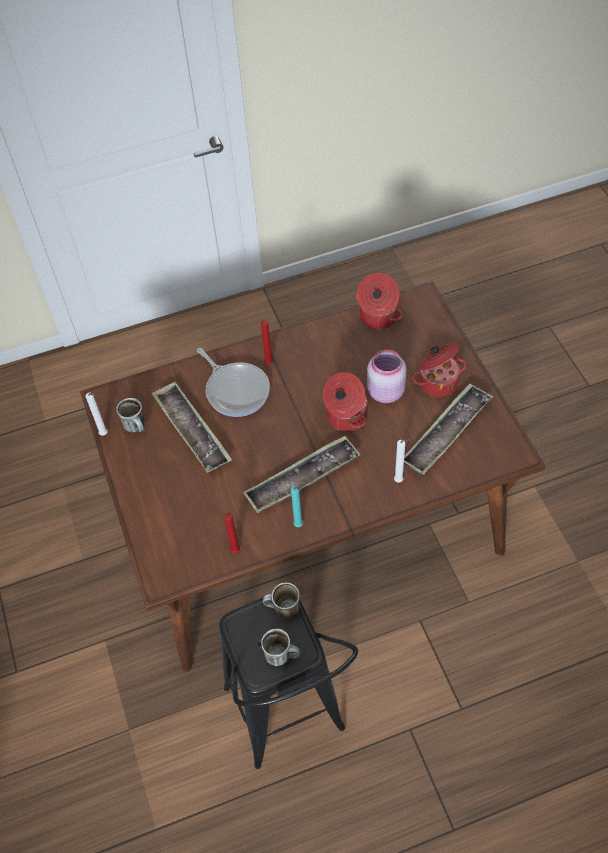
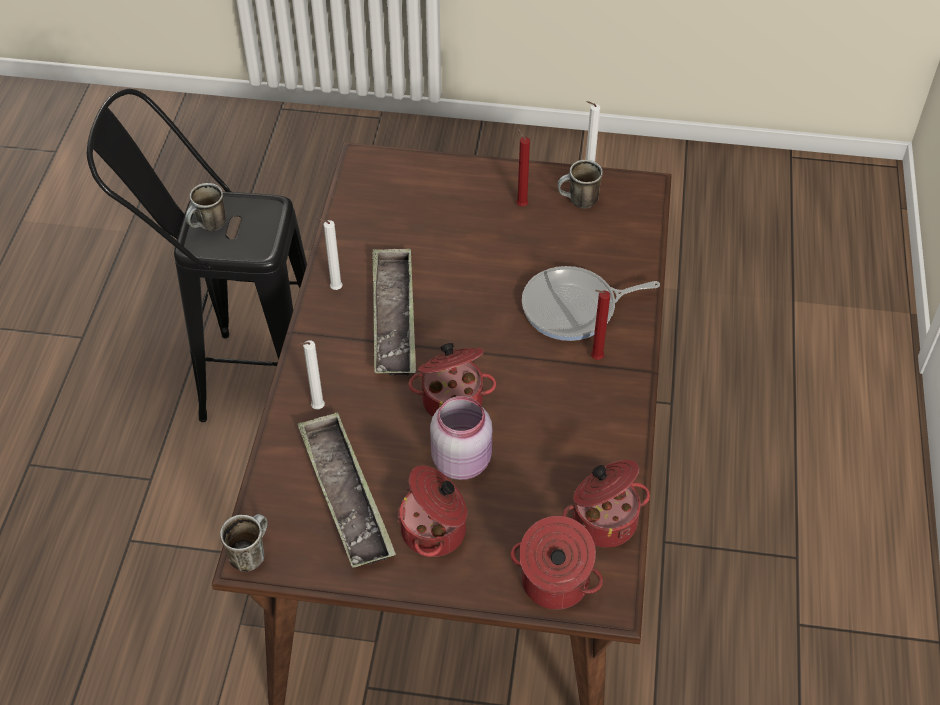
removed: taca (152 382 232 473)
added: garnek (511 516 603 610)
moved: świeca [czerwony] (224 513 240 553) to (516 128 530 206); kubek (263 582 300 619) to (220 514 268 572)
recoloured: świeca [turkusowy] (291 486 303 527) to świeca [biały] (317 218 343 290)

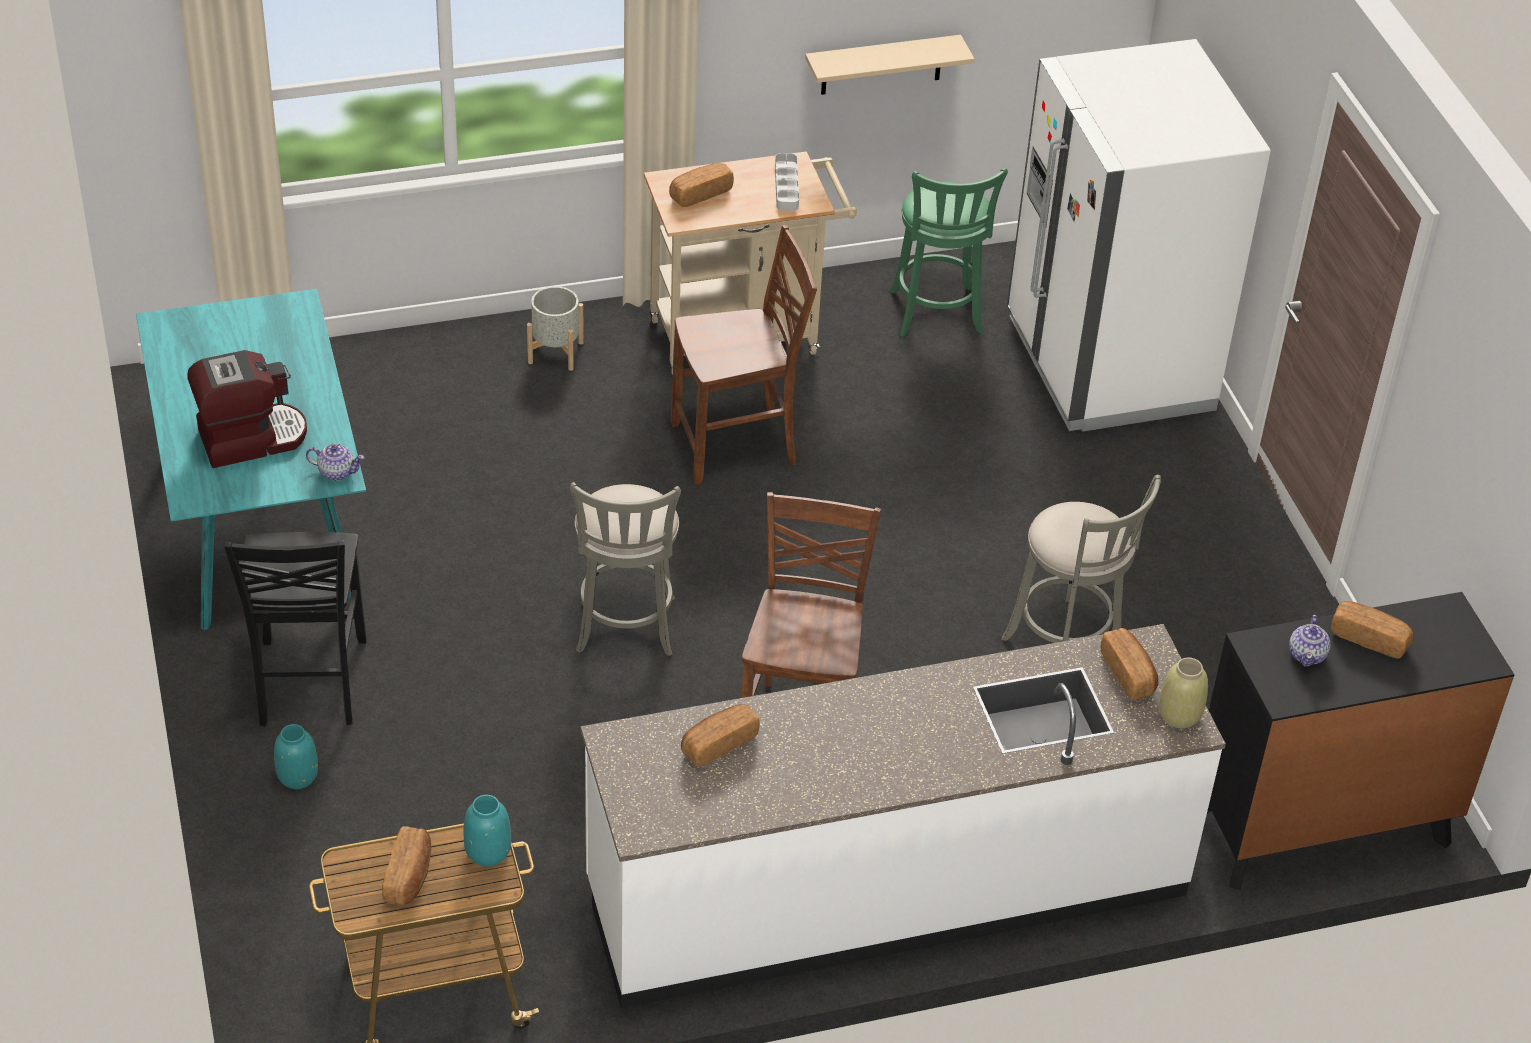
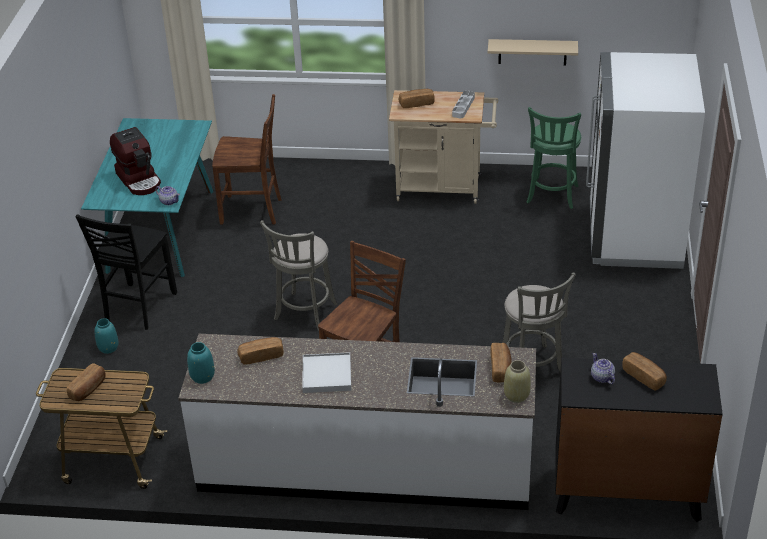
removed: donica [szary] (527 286 584 371)
added: taca [biały] (302 352 351 393)
moved: wazon [turkusowy] (464 795 511 867) to (187 342 215 384); krzesło [brązowy] (671 225 817 485) to (212 94 282 225)
turned: ekspres do kawy (187 350 307 468) = (110 127 161 195) 60 degrees clockwise; imbryk (1289 615 1331 667) = (591 353 615 384) 120 degrees clockwise

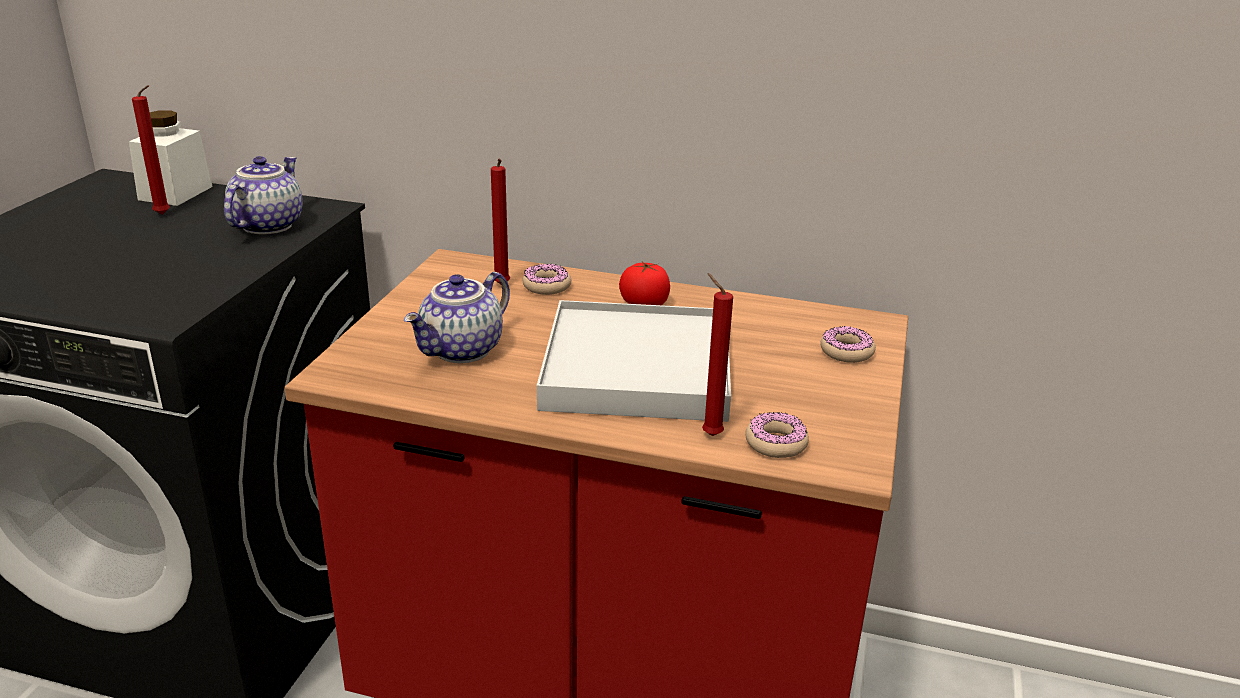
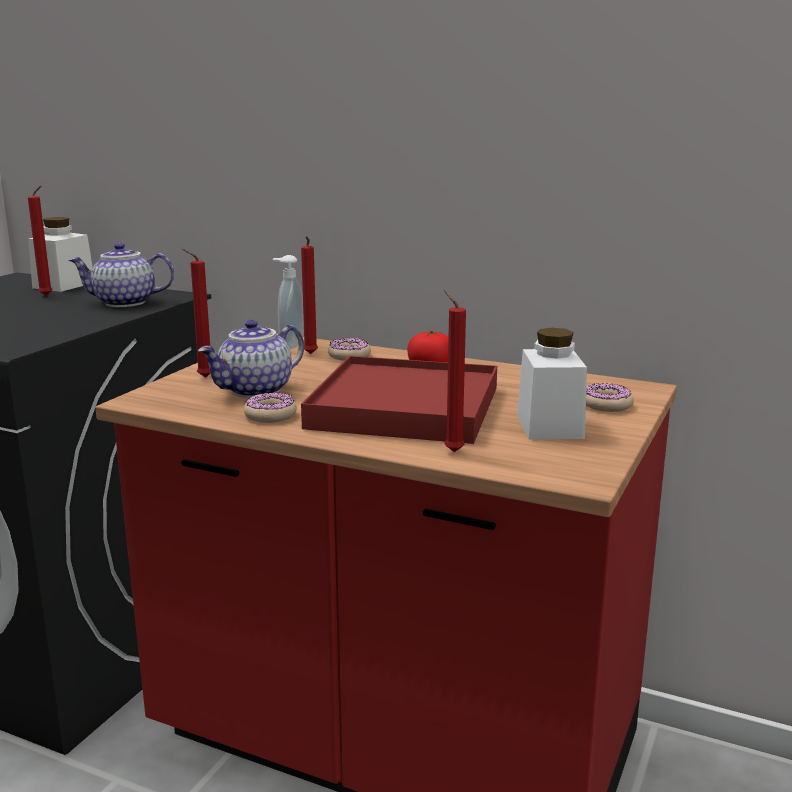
added: świeca [czerwony] (182 249 210 378); dozownik mydła (273 255 304 349); słoik [biały] (517 328 587 440)
moved: donut (745 412 809 458) to (244 392 297 423)
recoloured: taca [biały] (537 300 731 422) to taca [czerwony] (301 356 497 444)
turned: imbryk (224 156 303 235) = (69 243 174 307) 120 degrees counterclockwise

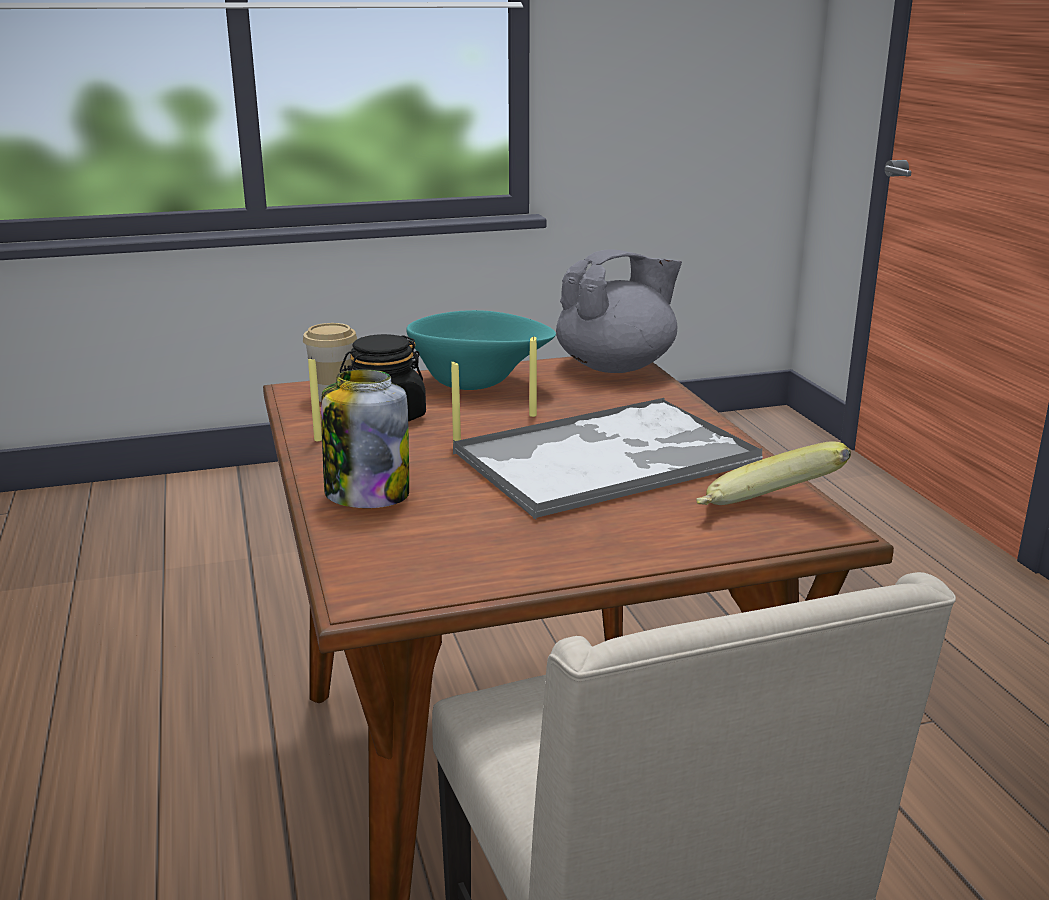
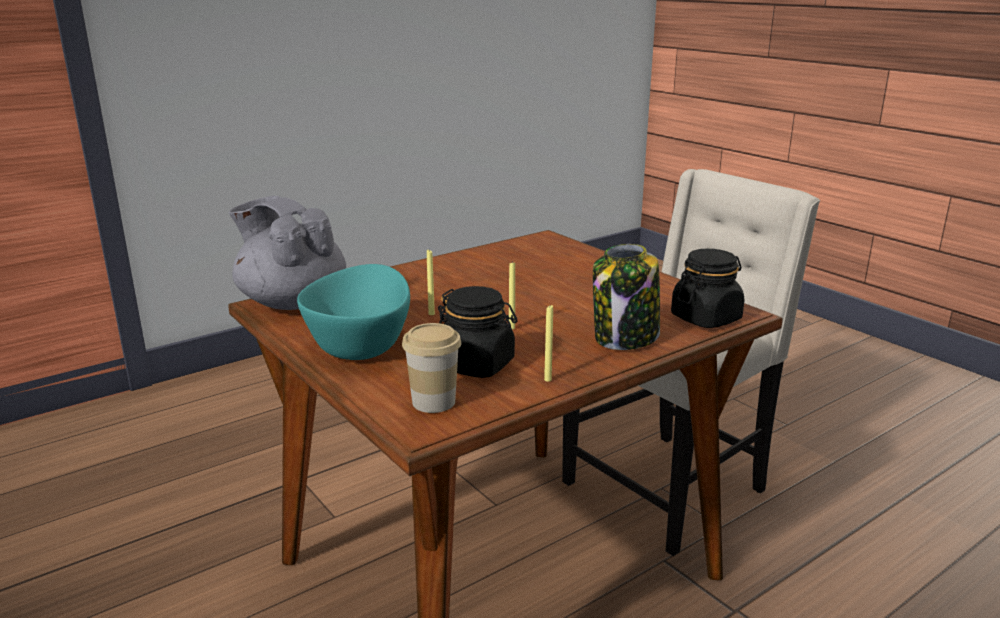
removed: taca (453 398 763 519); banan (696 441 851 505)
added: słoik [czarny] (671 249 744 328)

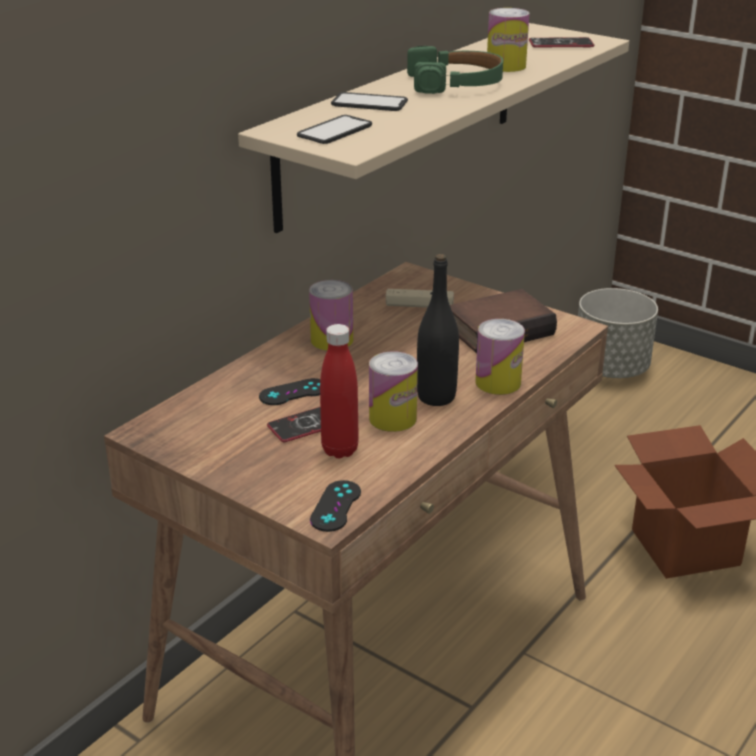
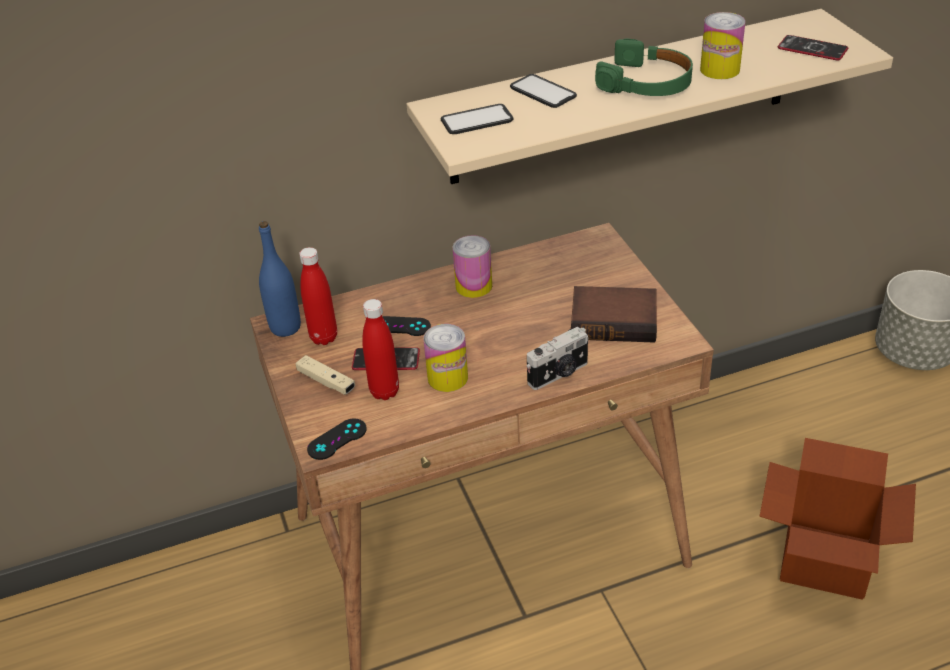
removed: butelka [czarny] (417 254 459 406)
added: butelka [niebieski] (259 221 301 337); butelka [czerwony] (299 247 337 345)
moved: pad do gier [beżowy] (386 289 454 308) to (296 355 355 395)
replaced: puszka (475 319 525 395) to aparat fotograficzny (526 327 589 390)

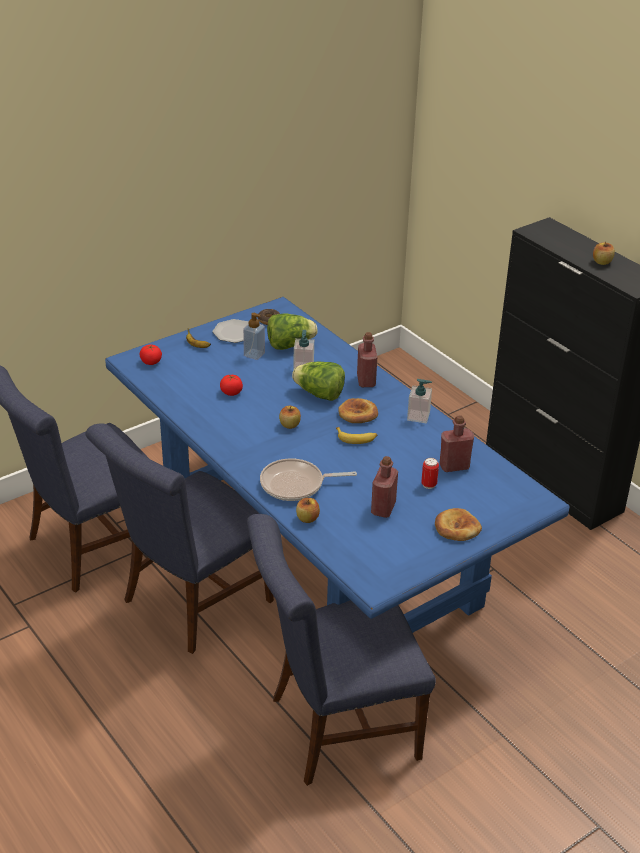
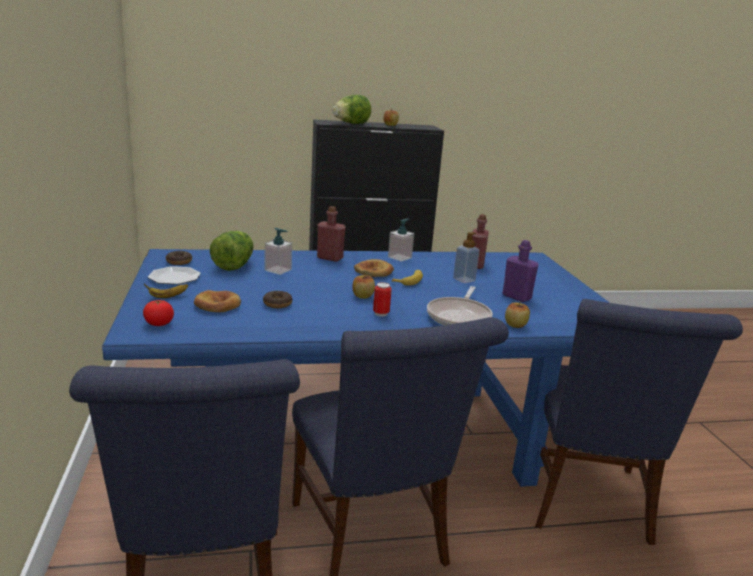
moved: dozownik mydła (243 313 265 360) to (453 232 480 283); sałata (292 362 345 401) to (332 95 371 124); puszka (421 458 439 489) to (373 282 392 316); chleb (435 508 482 541) to (194 290 241 312)
replaced: pomidor (220 375 243 396) to donut (263 291 292 308)
recoloured: butelka [czerwony] (371 456 398 518) to butelka [fioletowy] (503 240 539 302)

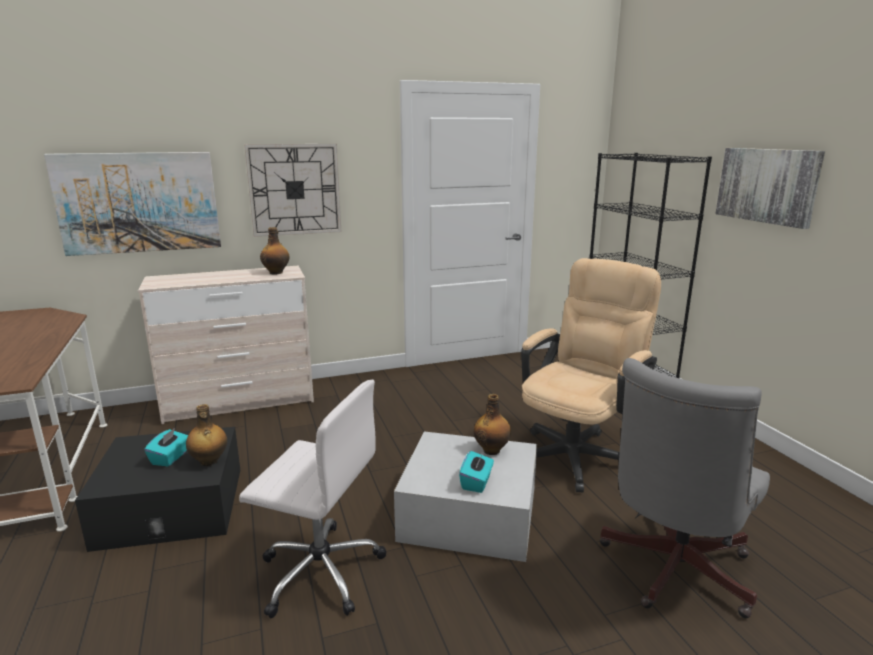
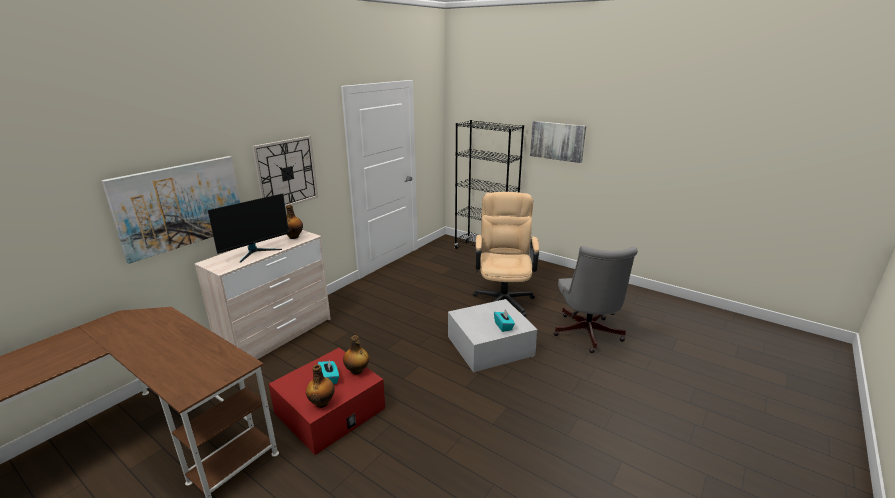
removed: krzesło biurowe [biały] (239 380 386 618)
added: monitor (208 193 289 263)
moved: butelka (474 394 511 455) to (306 364 334 408)
recoloured: pojemnik do przechowywania [czarny] (75 427 240 552) to pojemnik do przechowywania [czerwony] (269 348 385 455)

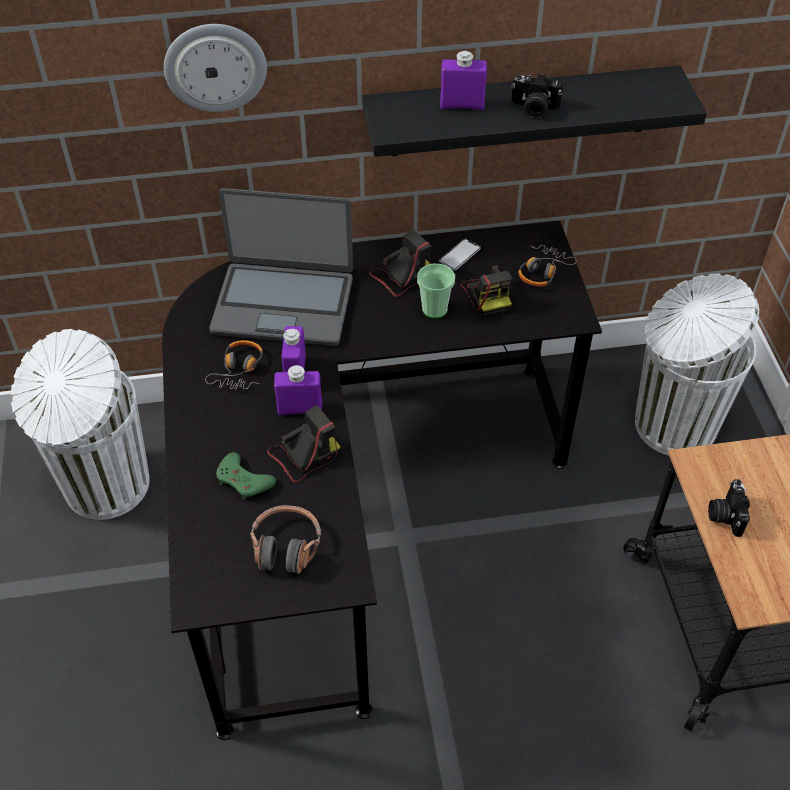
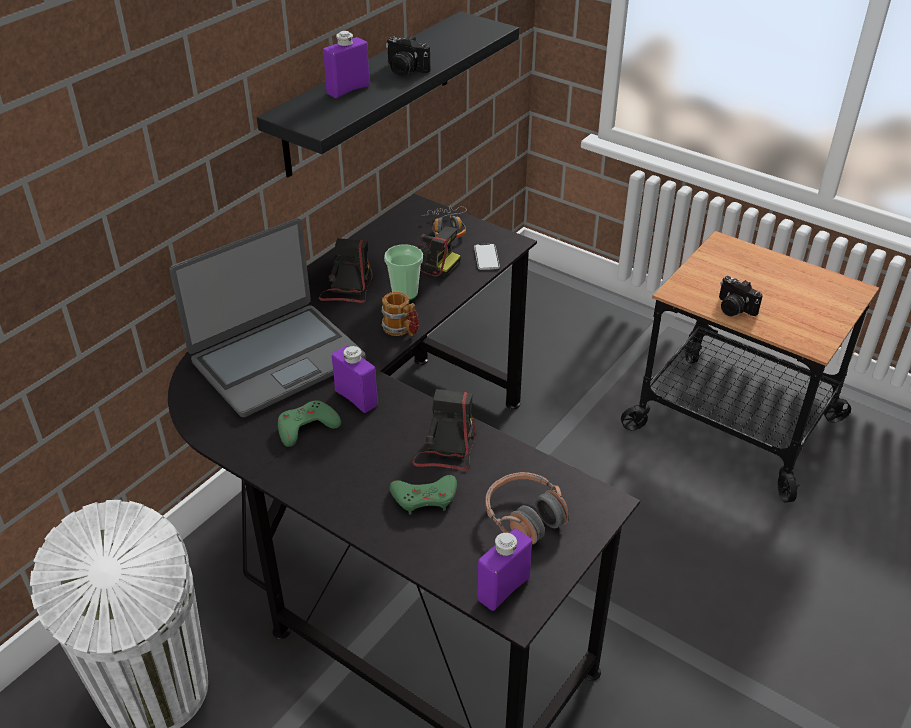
removed: zegar ścienny (164 24 267 112); kosz na śmieci [biały] (635 274 759 455)
added: kubek (381 292 419 336)
moved: butelka [fioletowy] (274 365 322 415) to (477 528 532 611); telefon (439 239 481 270) to (474 243 500 270)
replaced: słuchawki (205 340 263 389) to pad do gier [zielony] (278 401 341 447)
turned: aparat fotograficzny (511 73 563 118) = (386 36 430 76) 60 degrees clockwise

